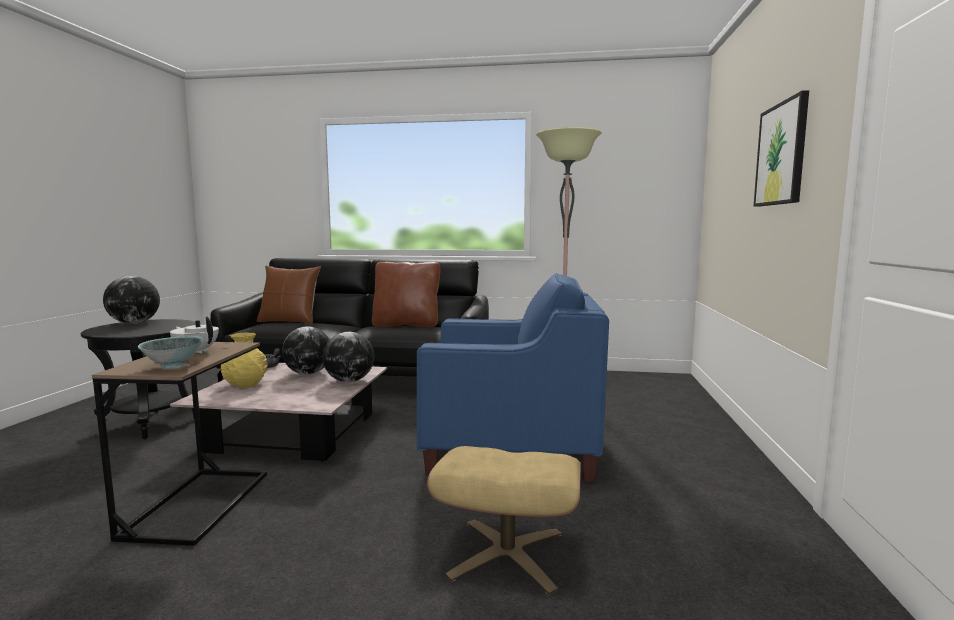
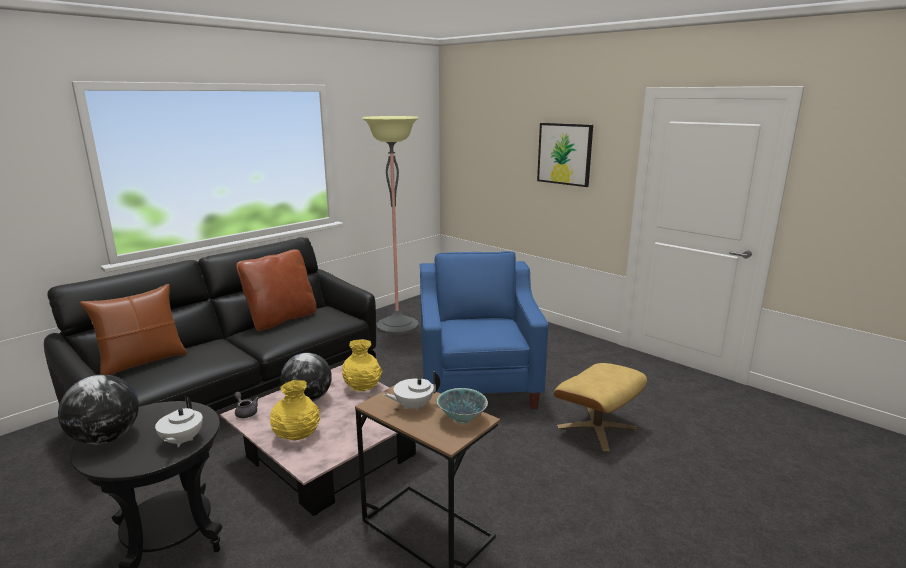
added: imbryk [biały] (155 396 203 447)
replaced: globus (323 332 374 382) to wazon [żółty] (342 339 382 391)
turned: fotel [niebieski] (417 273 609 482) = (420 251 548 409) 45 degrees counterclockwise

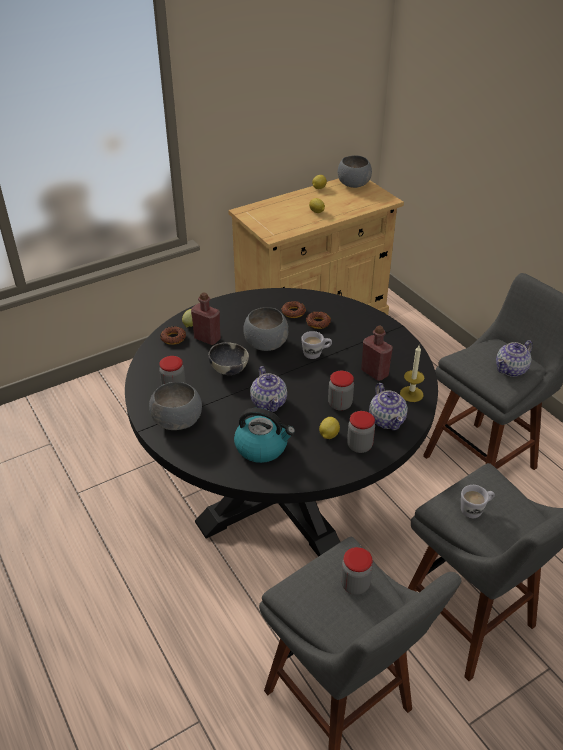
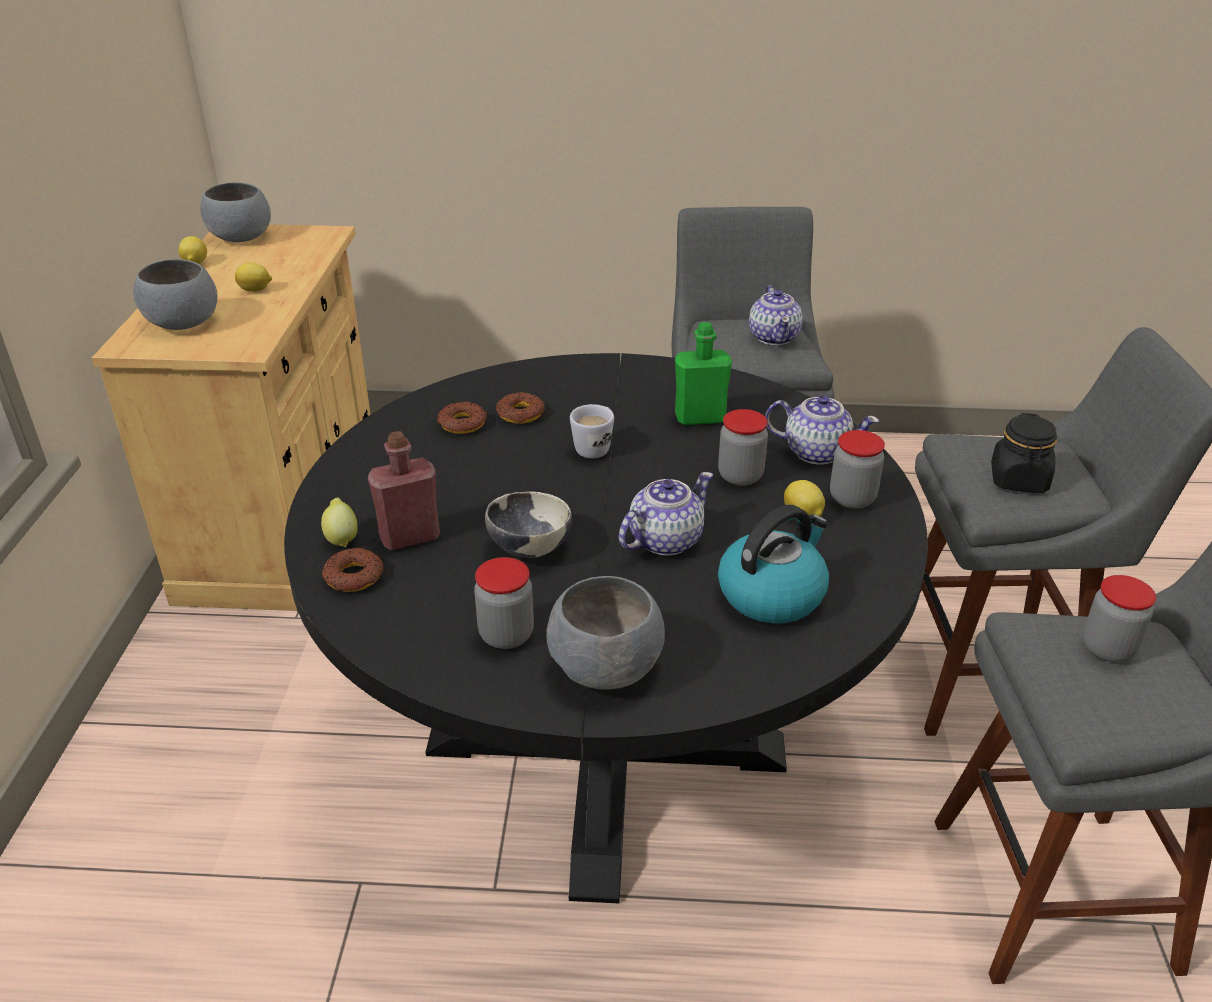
removed: świeca (400 345 424 402)
moved: miska [szary] (243 307 289 351) to (134 259 218 330)
replaced: kubek [biały] (461 485 495 518) to słoik [czarny] (991 413 1057 493)
recoloured: butelka [czerwony] (361 325 393 381) to butelka [zielony] (675 322 732 425)
turned: imbryk (250 366 287 412) = (618 472 713 556) 60 degrees counterclockwise

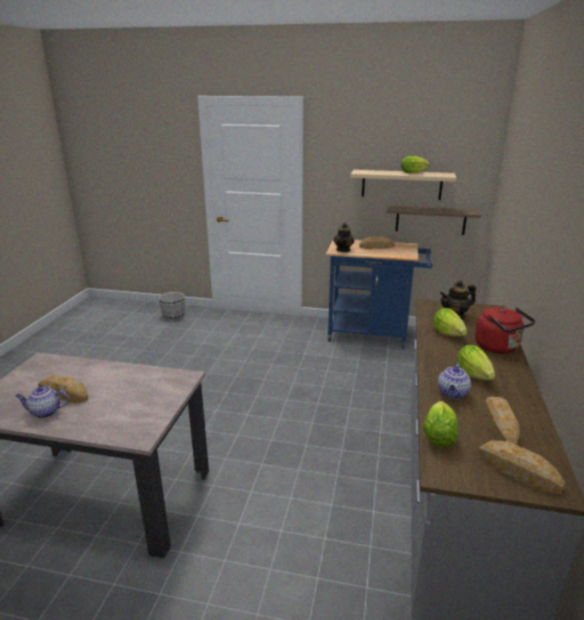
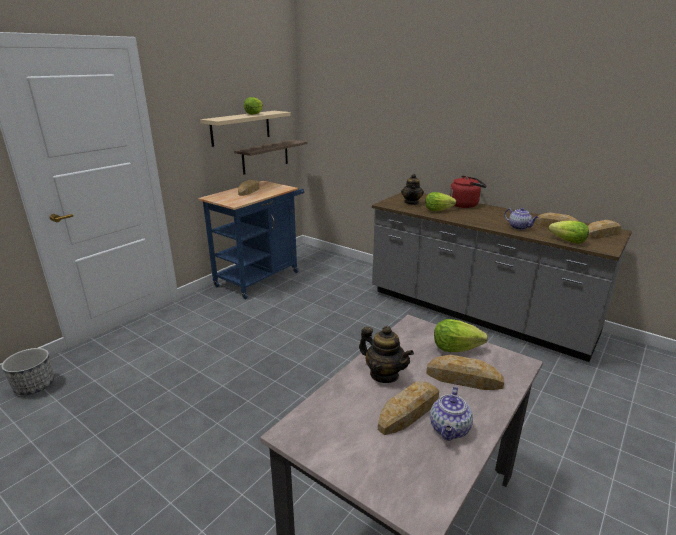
added: chleb (426 355 504 390)
moved: imbryk (333 223 354 252) to (359 326 414 383); sałata (456 345 495 380) to (434 319 488 352)

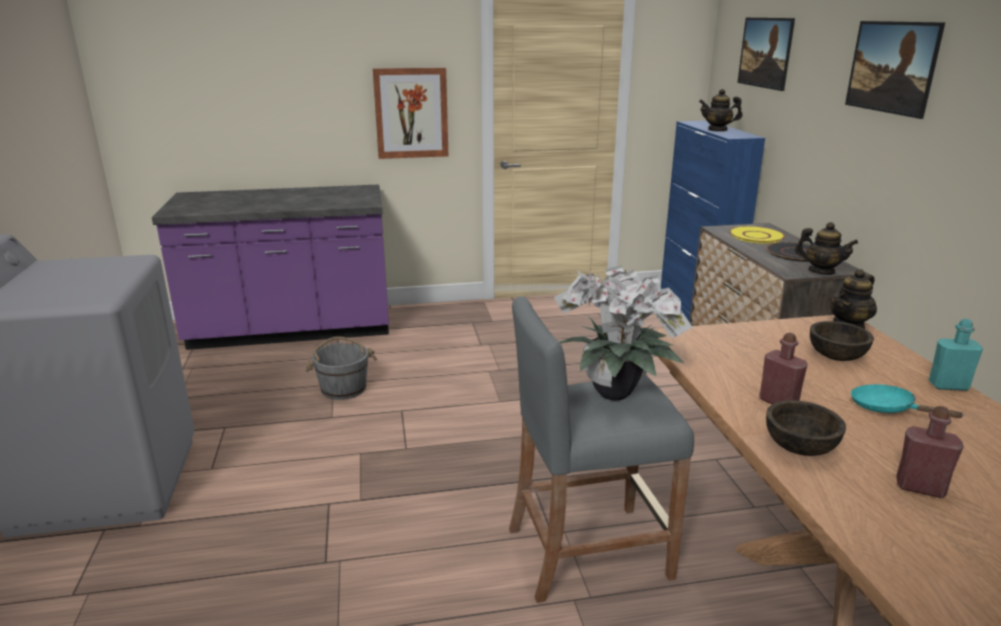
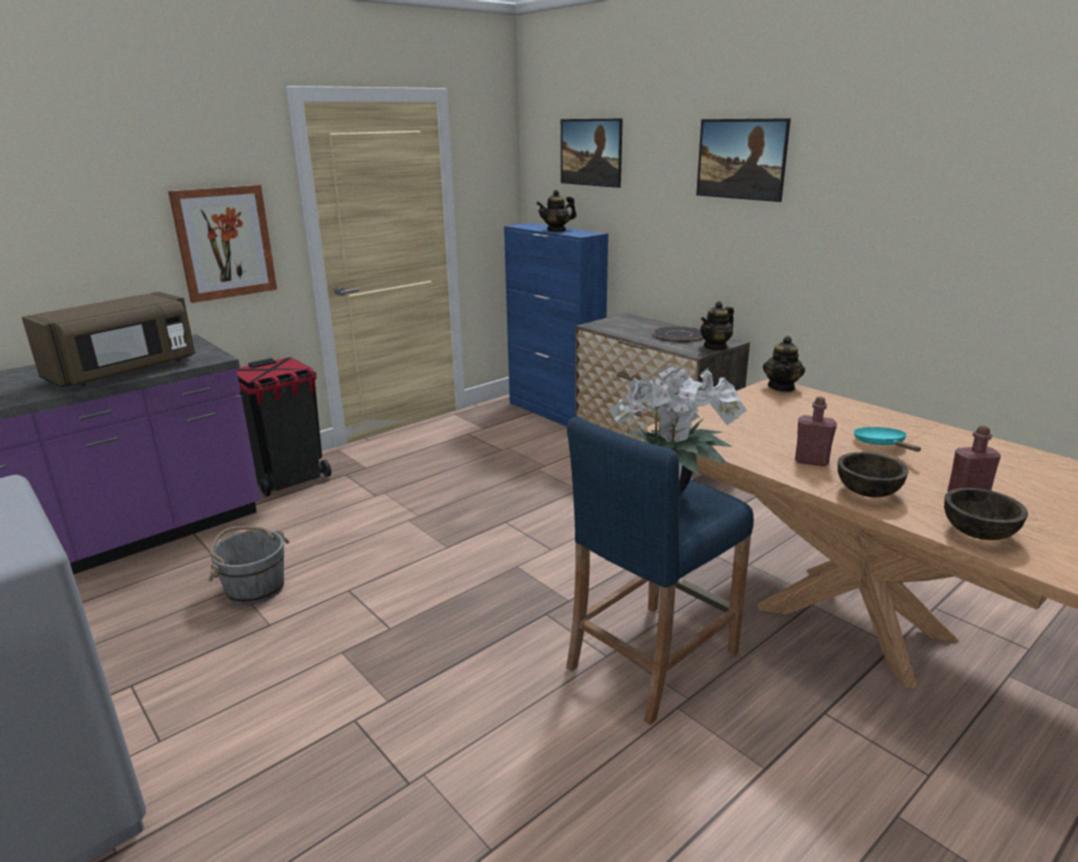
removed: talerz [żółty] (729 226 785 243); butelka [turkusowy] (929 319 983 391)
added: mikrofalówka [brązowy] (22 292 195 388); kosz na śmieci [czarny] (236 357 332 497)
moved: miska [brązowy] (810 321 874 361) to (944 488 1028 540)
recoloured: stołek [szary] (509 296 694 603) to stołek [niebieski] (566 416 754 725)
turned: imbryk (795 222 858 275) = (700 301 734 351) 135 degrees clockwise; patelnia [turkusowy] (851 384 964 418) = (853 427 921 452) 60 degrees clockwise

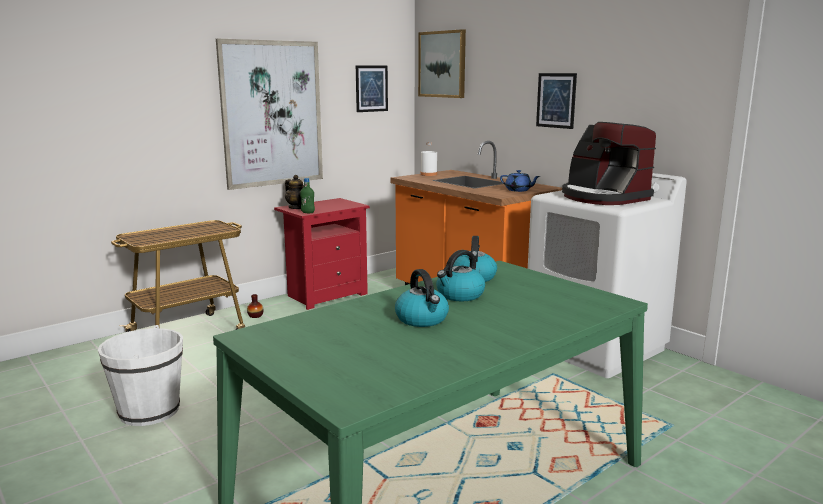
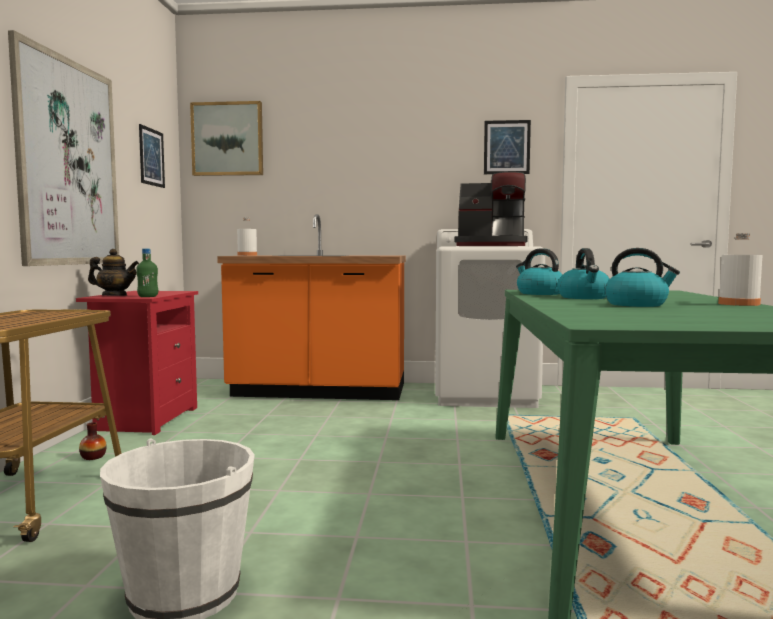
removed: imbryk [niebieski] (500 170 540 192)
added: butelka [biały] (718 233 762 306)
moved: obraz (536 73 577 129) to (484 120 531 174)

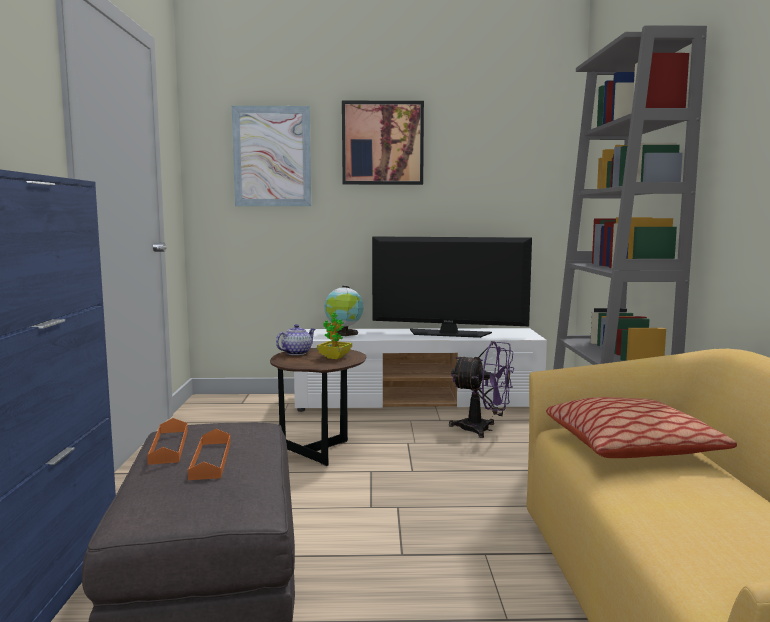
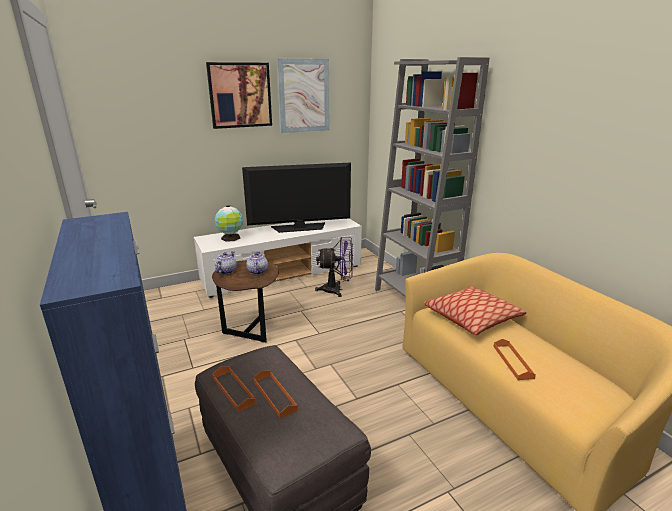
added: taca [pomarańczowy] (493 339 536 380)
moved: obraz (232 106 311 206) to (277 59 329 133)
replaced: roślina doniczkowa (317 312 352 359) to imbryk (246 251 268 275)

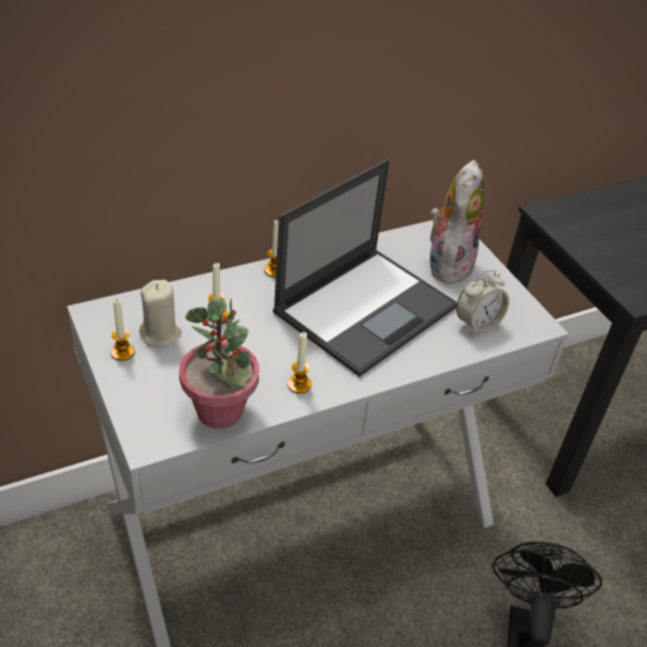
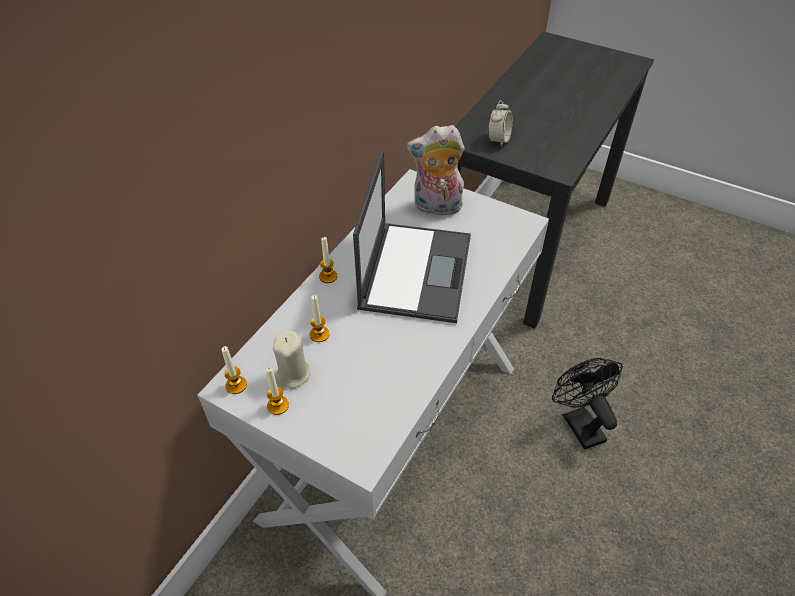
removed: roślina doniczkowa (179 298 259 429)
moved: świeca (287 332 312 394) to (222 346 247 394); budzik (456 270 509 335) to (488 100 513 147)
turned: pluszak (430 160 485 284) = (407 125 465 215) 75 degrees counterclockwise

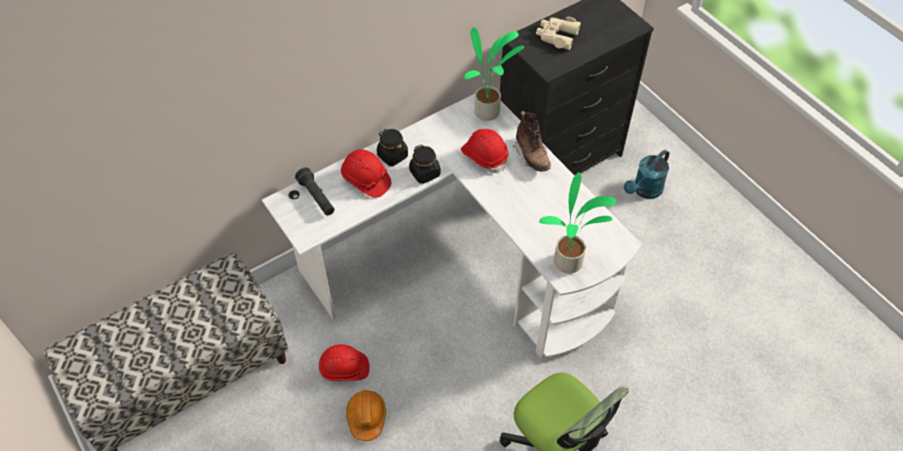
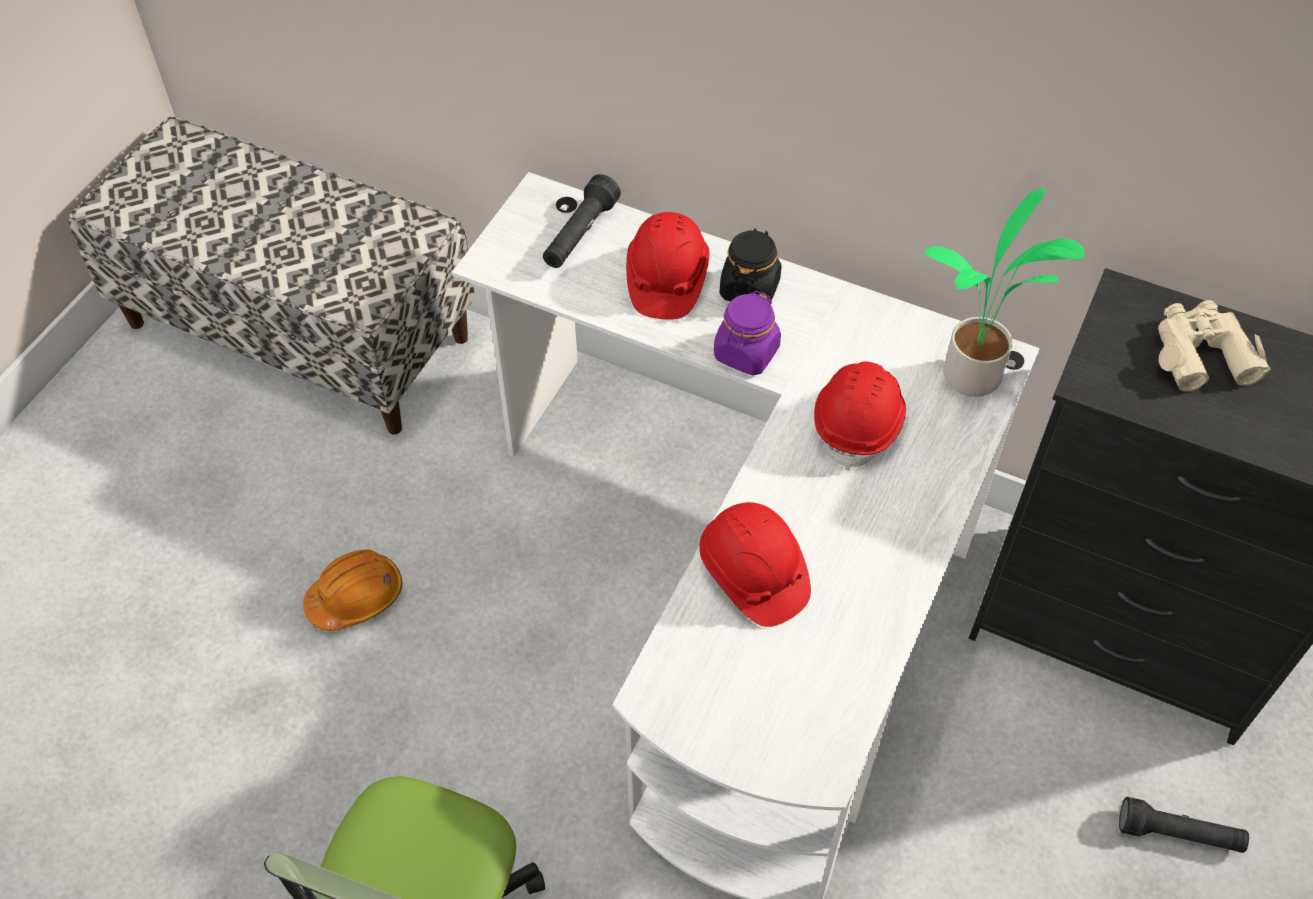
removed: but z cholewką [brązowy] (513 111 551 172); roślina doniczkowa (539 173 617 273)
moved: kask [czerwony] (319 344 370 381) to (699 502 811 627)
replaced: konewka [turkusowy] (624 150 669 199) to latarka [czarny] (1119 797 1249 853)
recoloured: słoik [czarny] (409 145 440 184) to słoik [fioletowy] (714 291 781 375)

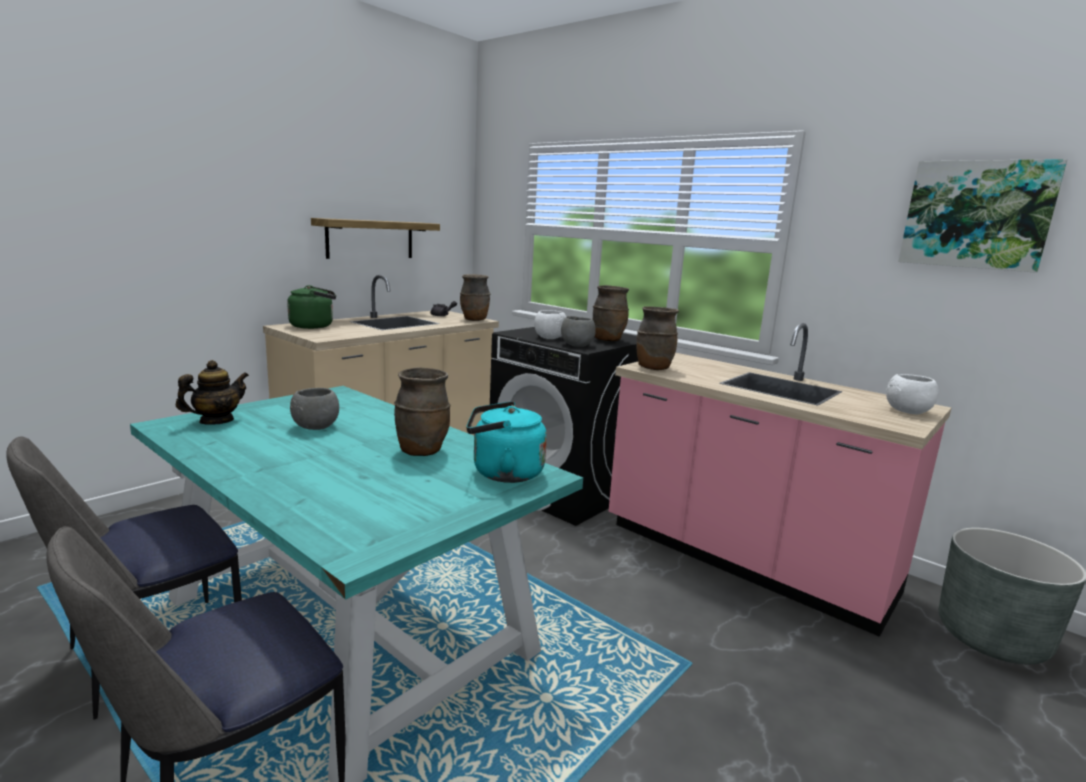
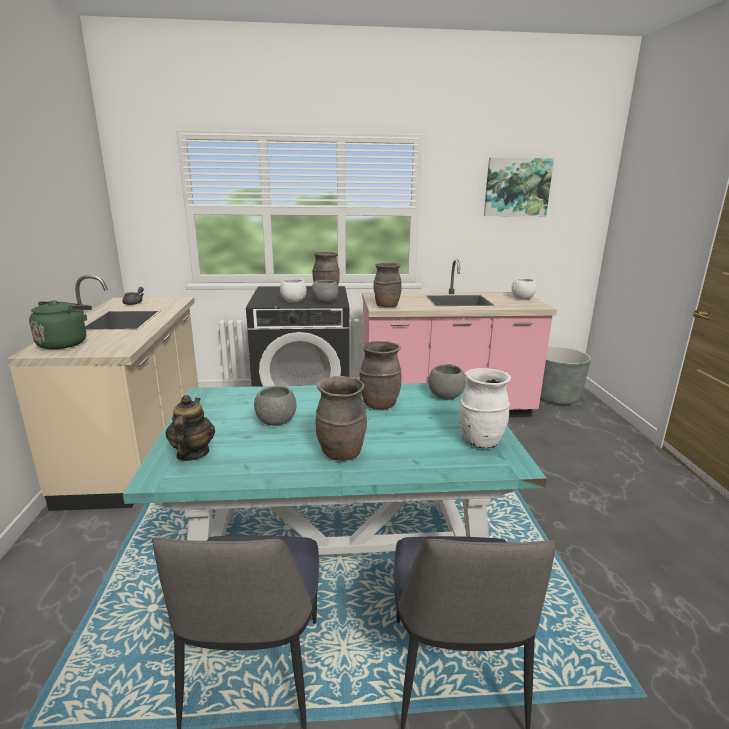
removed: półka (311 218 440 259)
added: wazon [biały] (459 368 511 448)
moved: wazon [brązowy] (460 274 491 321) to (316 376 367 461)
replaced: czajnik [turkusowy] (466 401 547 483) to miska [szary] (428 364 466 400)

